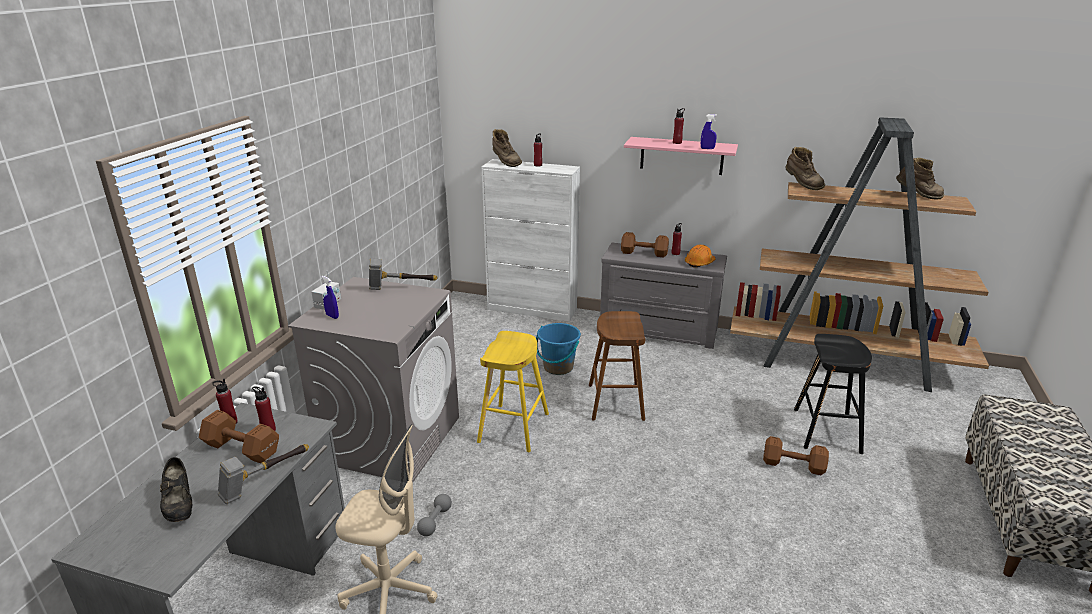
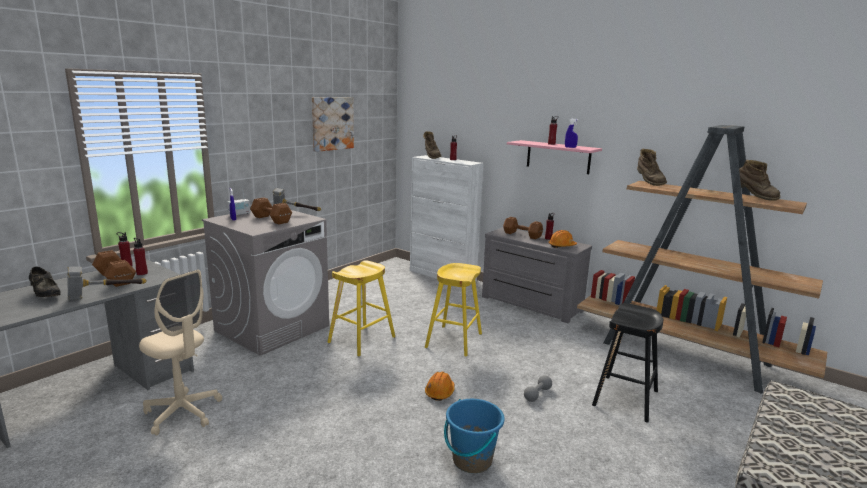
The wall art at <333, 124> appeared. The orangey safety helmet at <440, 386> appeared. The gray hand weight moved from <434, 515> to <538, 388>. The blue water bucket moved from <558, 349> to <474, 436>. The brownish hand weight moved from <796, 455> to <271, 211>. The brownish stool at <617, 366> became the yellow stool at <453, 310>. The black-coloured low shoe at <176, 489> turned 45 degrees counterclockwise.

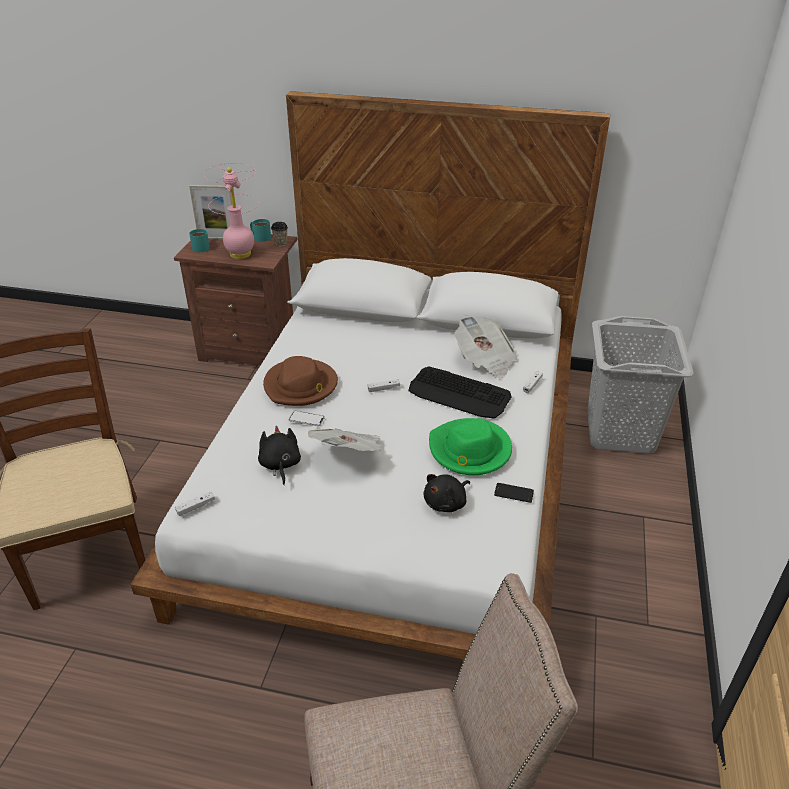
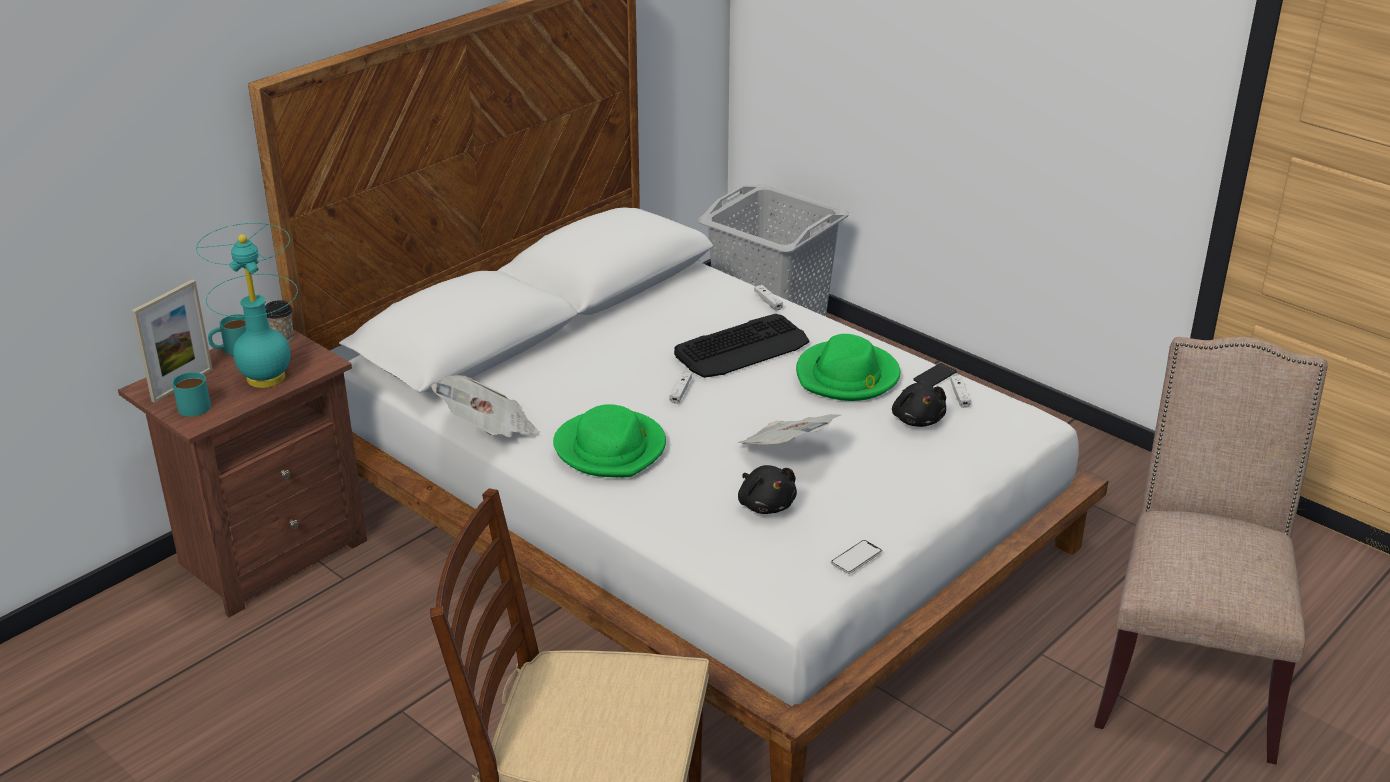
The white-coloured gamepad moved from <195, 503> to <960, 392>. The handset moved from <307, 418> to <856, 557>. The printed paper moved from <485, 346> to <485, 406>. The pink lamp for a table at <231, 211> became the turquoise-coloured lamp for a table at <247, 305>. The brownish wearable hat at <300, 381> became the greenish wearable hat at <609, 440>. The black-coloured plush toy at <279, 455> turned 135 degrees counterclockwise.

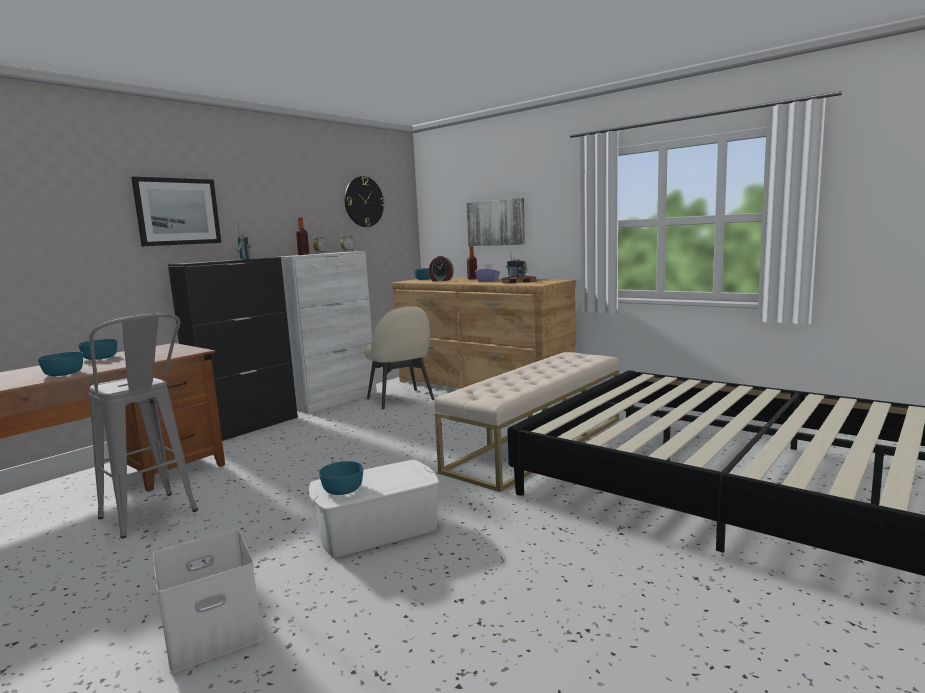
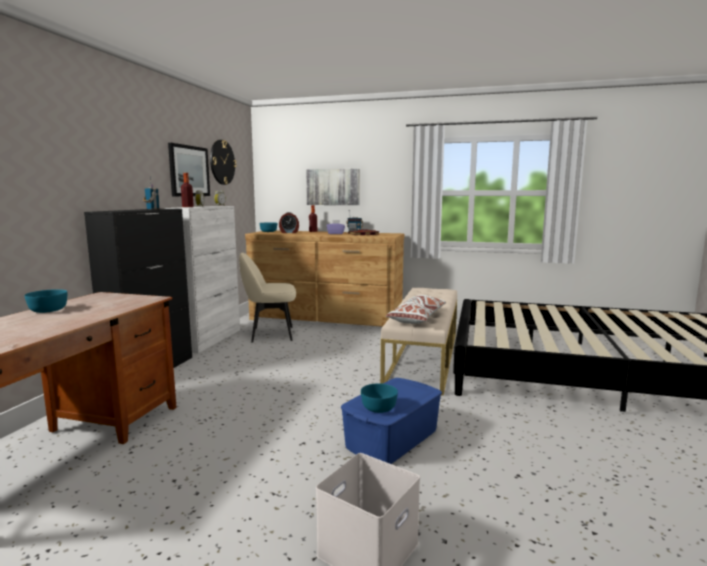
The turquoise-coloured bowl at <60, 364> disappeared. The gray stool at <143, 425> disappeared. The white-coloured pillow at <416, 309> appeared. The wall art moved from <176, 211> to <189, 169>. The white-coloured storage bin at <374, 509> became the blue storage bin at <391, 421>. The beige-coloured chair at <399, 357> turned 135 degrees clockwise.

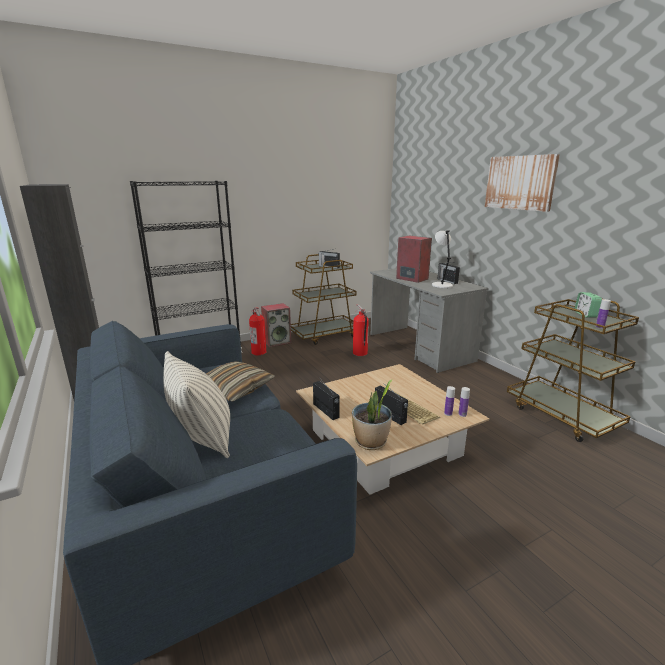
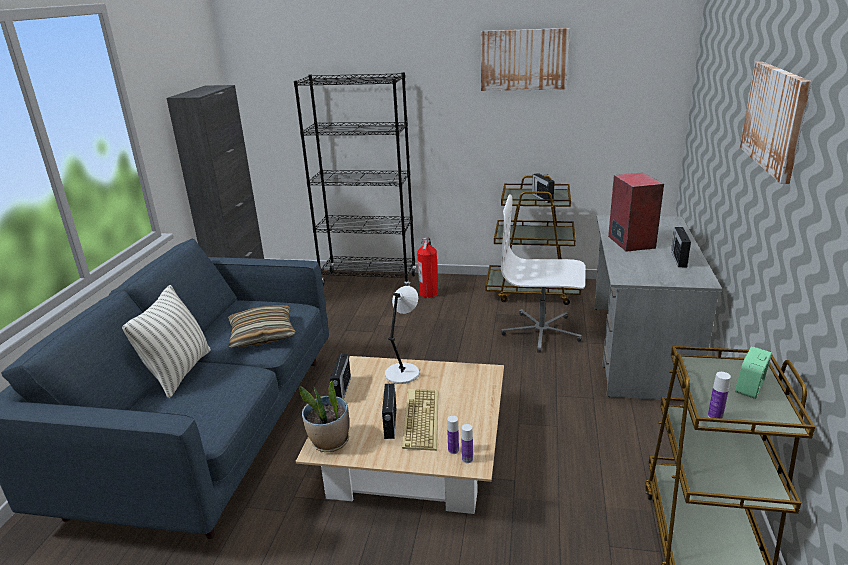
The speaker at <276, 325> disappeared. The wall art at <525, 59> appeared. The white-coloured lamp for a table moved from <442, 259> to <402, 335>. The fire extinguisher at <361, 330> was replaced by the white-coloured desk chair at <543, 273>.

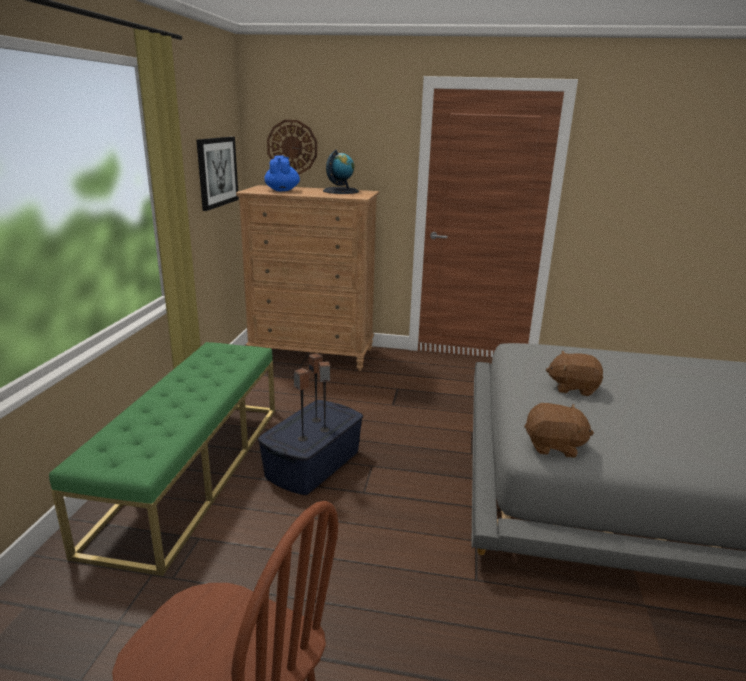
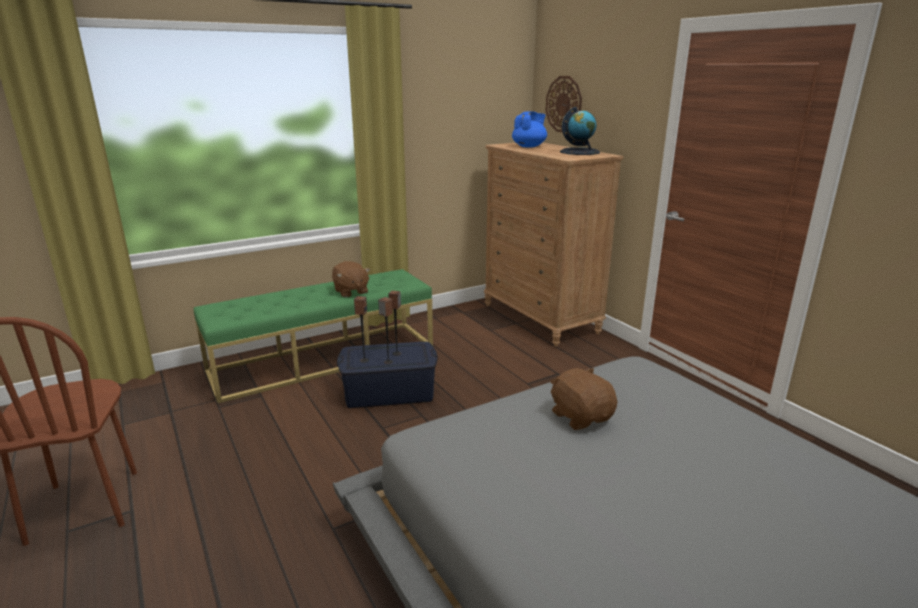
The wall art at <218, 174> disappeared. The brownish plush toy moved from <559, 430> to <351, 279>.

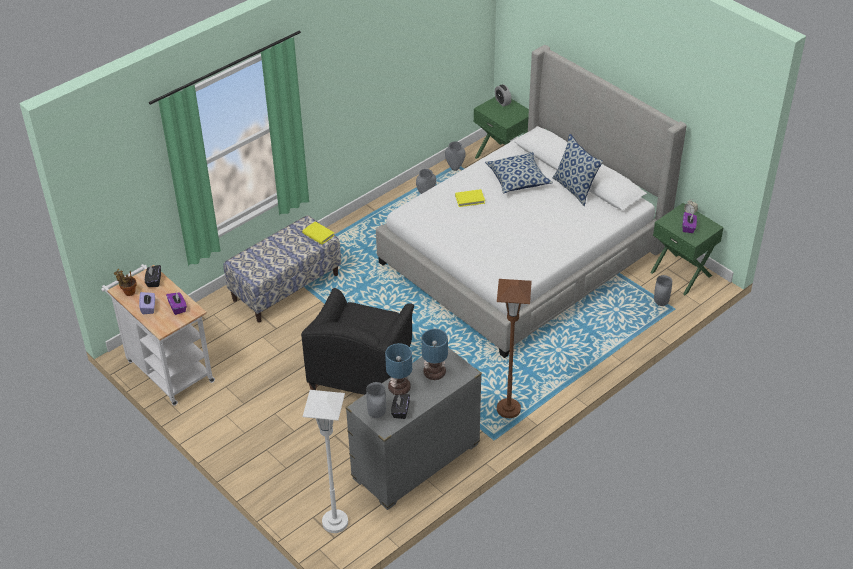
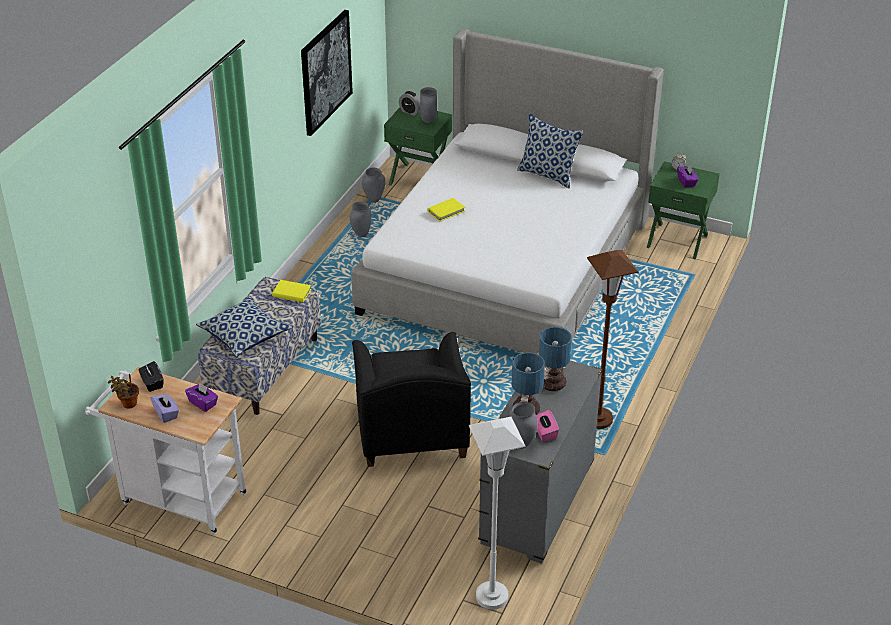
The wall art at <327, 73> appeared. The pillow moved from <519, 172> to <244, 326>. The gray decorative vase moved from <663, 290> to <428, 105>. The black-coloured tissue holder at <400, 406> became the pink tissue holder at <547, 426>.

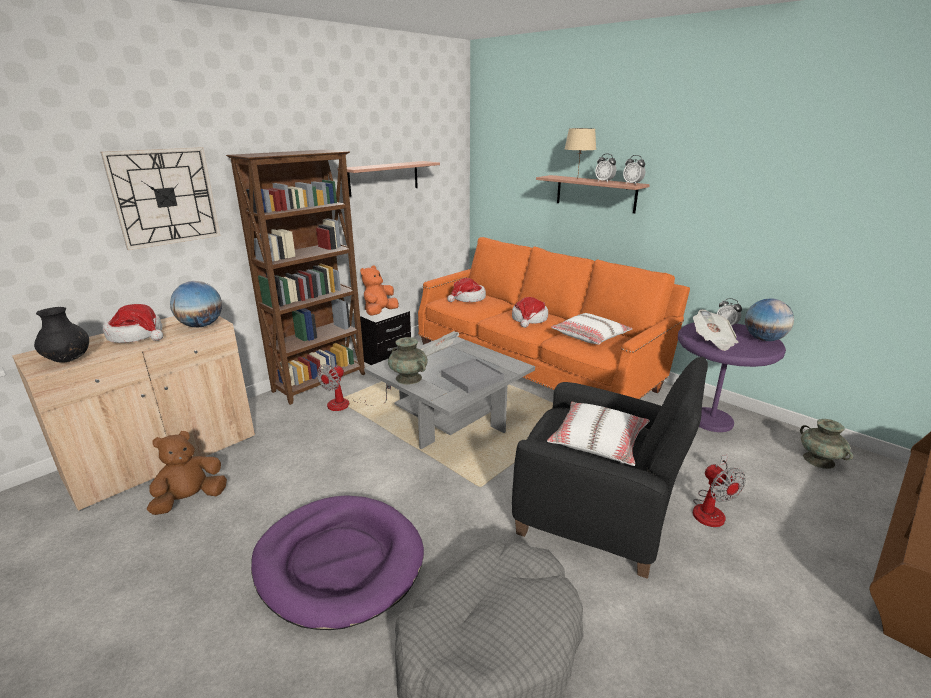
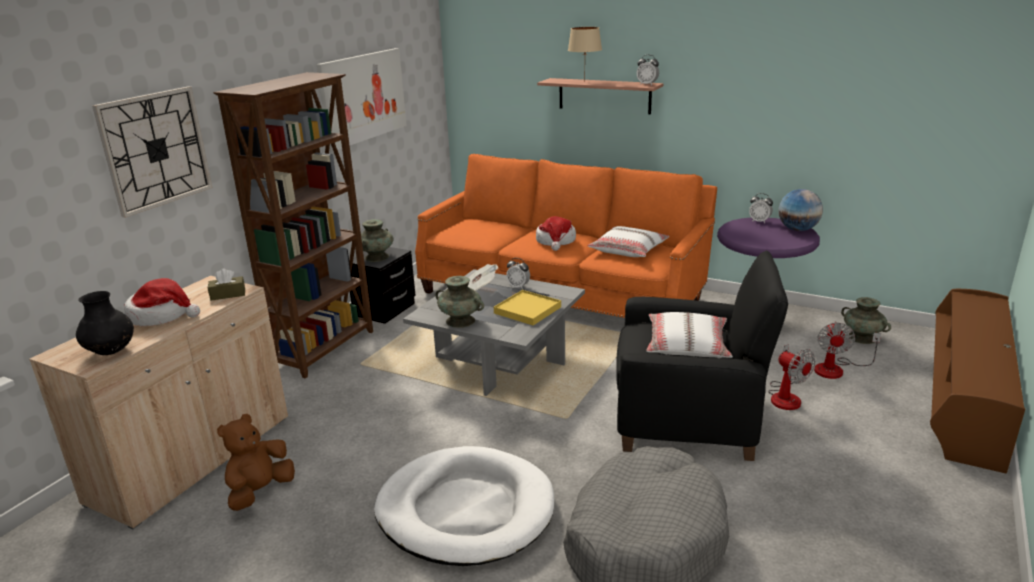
The wearable hat at <466, 290> disappeared. The printed paper at <716, 330> disappeared. The electric fan moved from <354, 387> to <847, 350>. The alarm clock moved from <605, 168> to <518, 273>. The globe at <196, 304> was replaced by the brownish tissue holder at <226, 284>. The shelf at <388, 179> was replaced by the wall art at <362, 100>. The orangey plush toy at <379, 291> was replaced by the turquoise-coloured decorative vase at <377, 240>. The purplish dog cushion at <337, 562> became the white-coloured dog cushion at <464, 506>. The gray serving tray at <472, 376> became the yellow serving tray at <527, 307>.

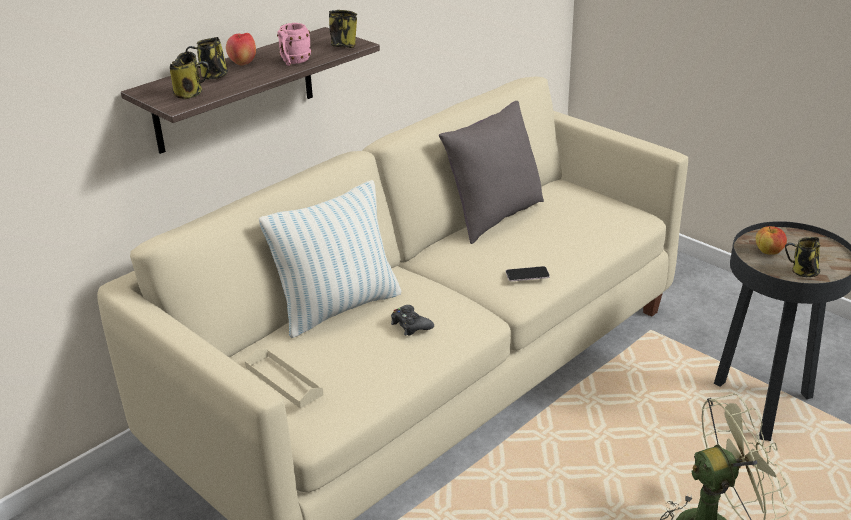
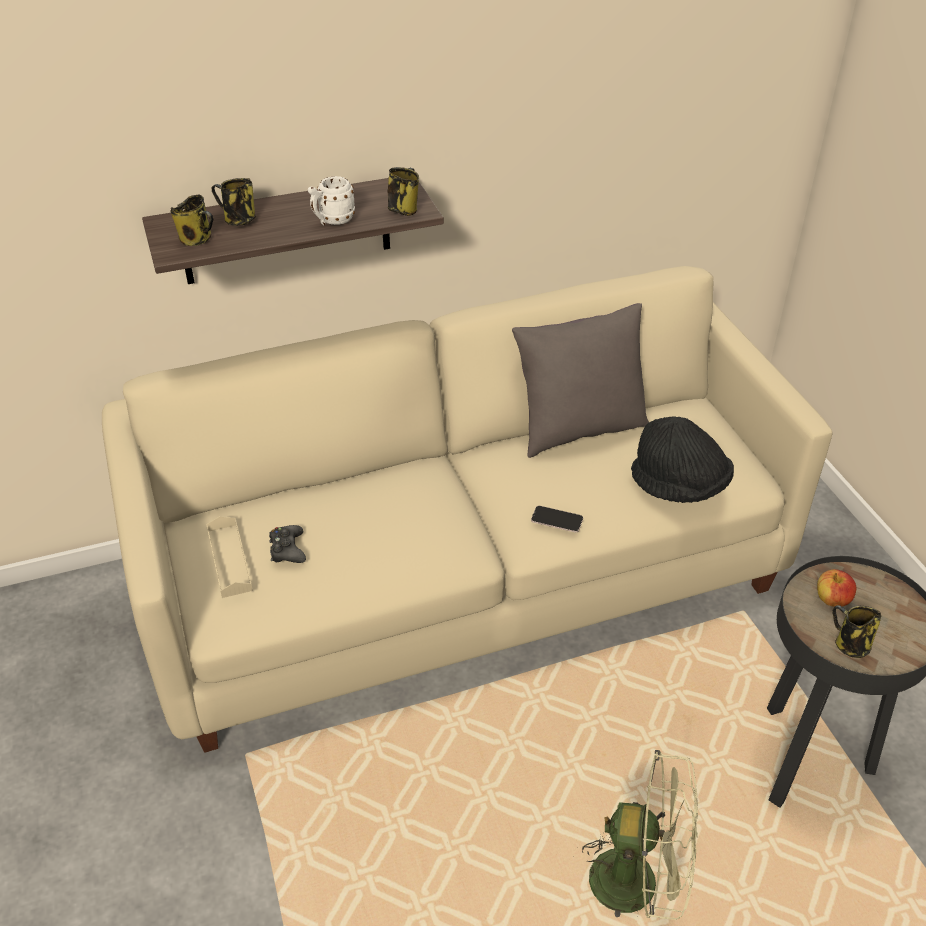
The apple fruit at <241, 49> disappeared. The pillow at <330, 259> disappeared. The black-coloured wearable hat at <682, 460> appeared. The black-coloured gamepad moved from <412, 320> to <287, 544>. The pink tea mug at <294, 44> became the white-coloured tea mug at <331, 200>.

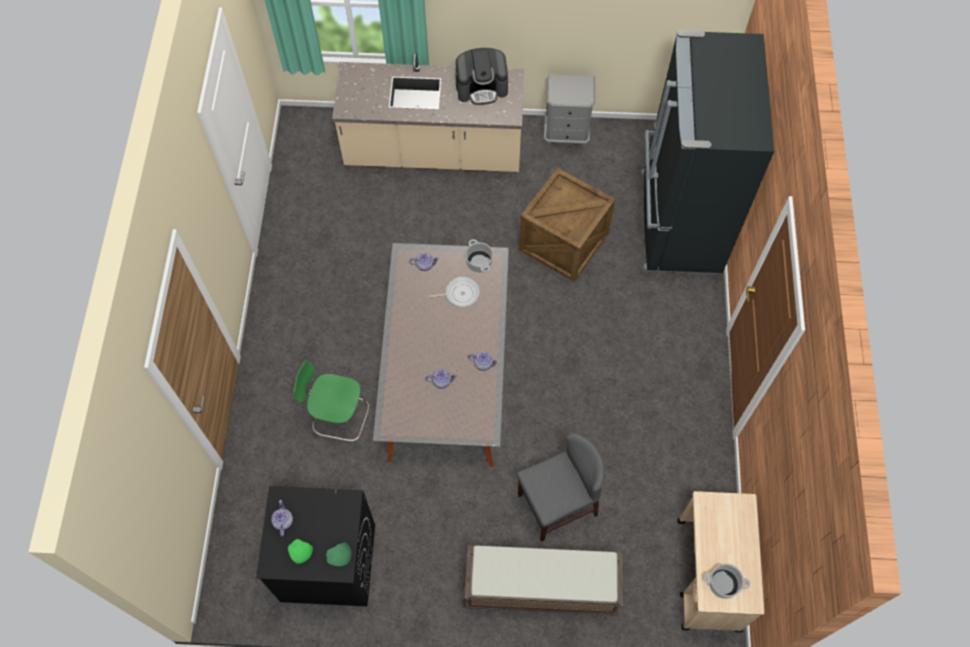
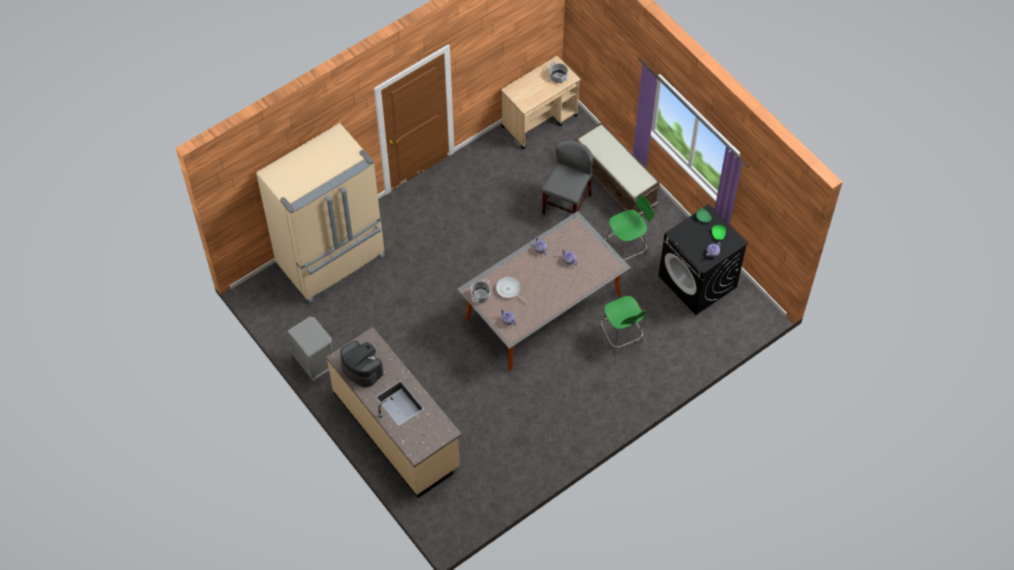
The packing crate at <567, 225> disappeared. The greenish stool at <629, 227> appeared. The black-coloured kitchen fridge at <707, 152> became the beige-coloured kitchen fridge at <320, 213>. The gray chair at <561, 487> turned 90 degrees clockwise.

